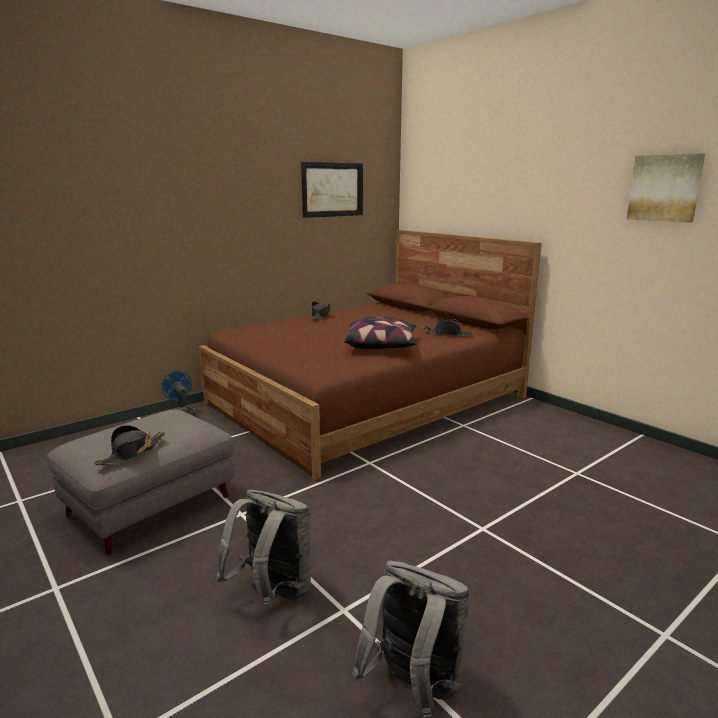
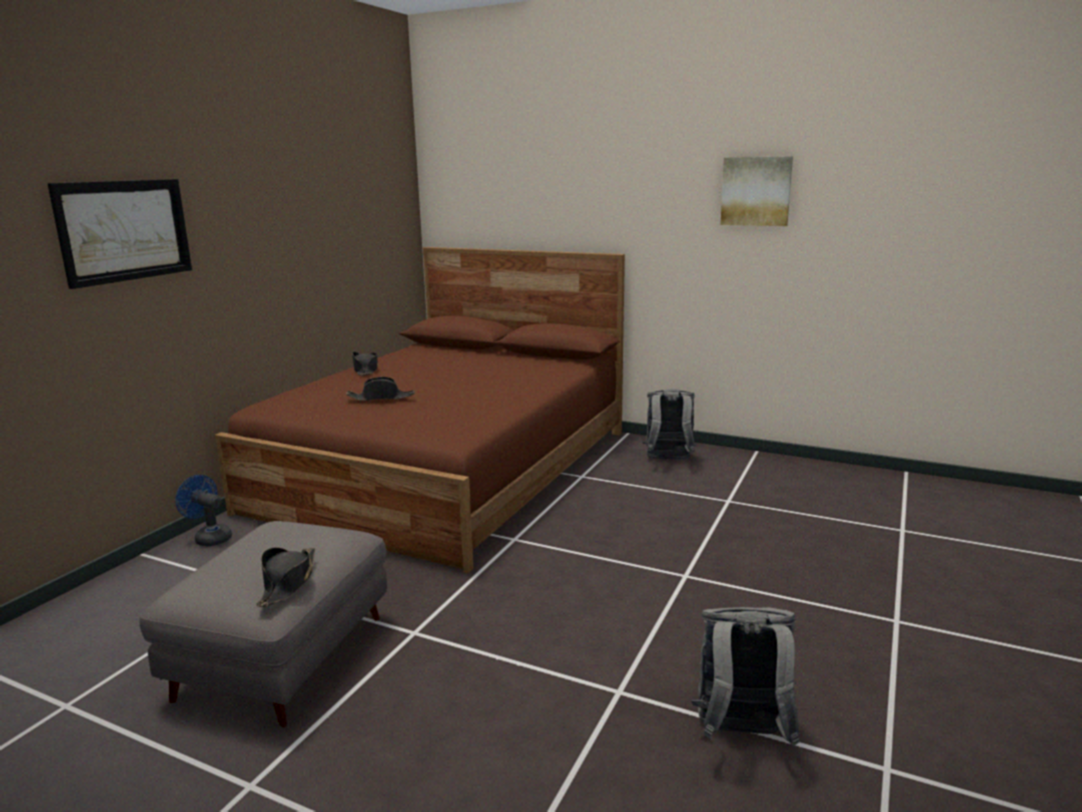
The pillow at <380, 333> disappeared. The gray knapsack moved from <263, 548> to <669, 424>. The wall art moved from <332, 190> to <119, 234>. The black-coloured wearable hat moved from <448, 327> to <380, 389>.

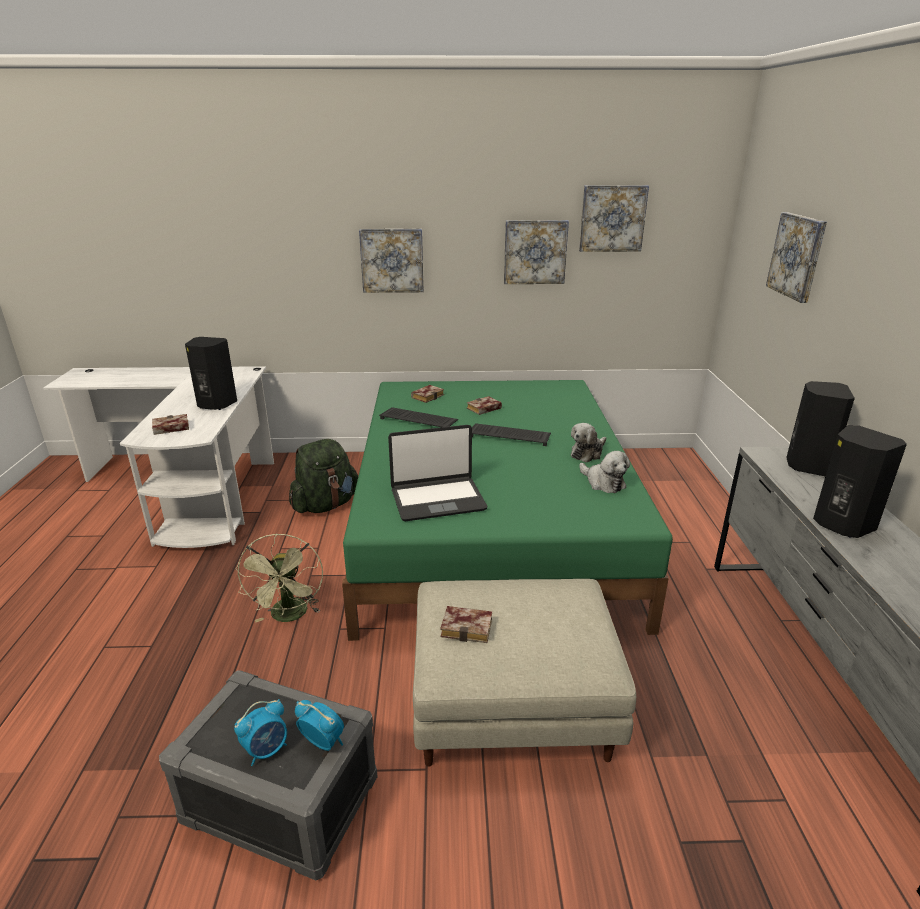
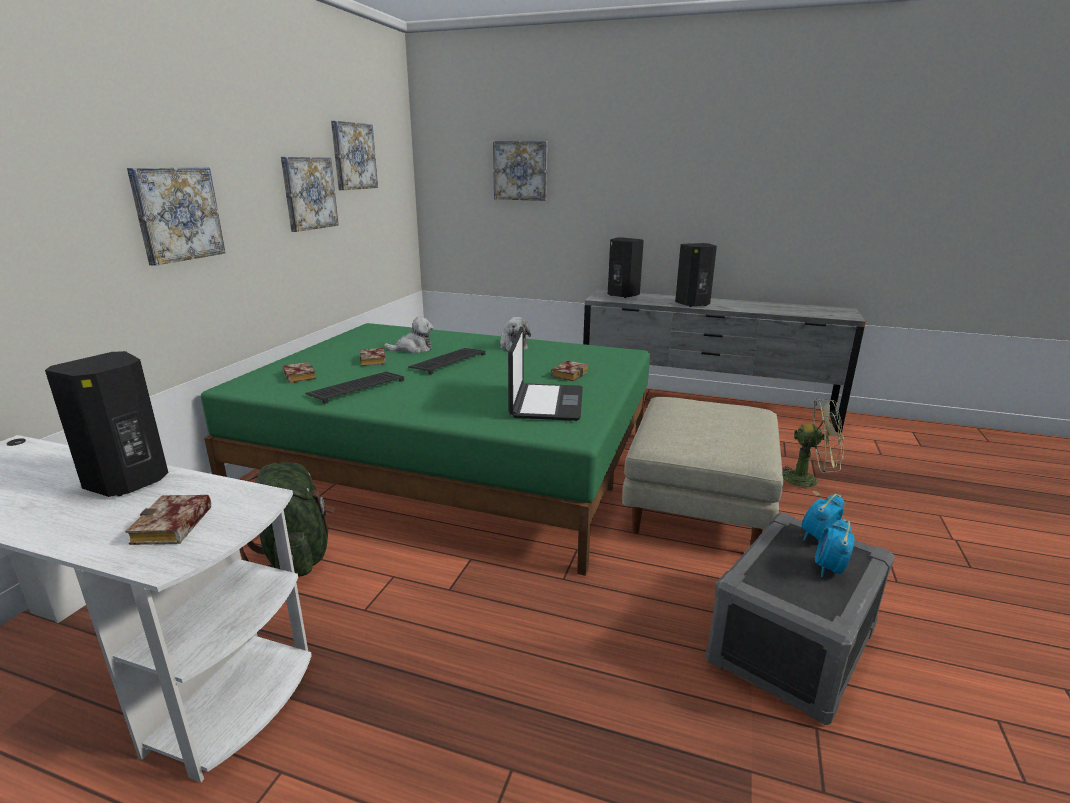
The greenish electric fan moved from <279, 578> to <813, 446>. The bound book moved from <466, 624> to <570, 370>. The plush toy moved from <604, 472> to <409, 334>. The alarm clock at <260, 732> turned 135 degrees counterclockwise.

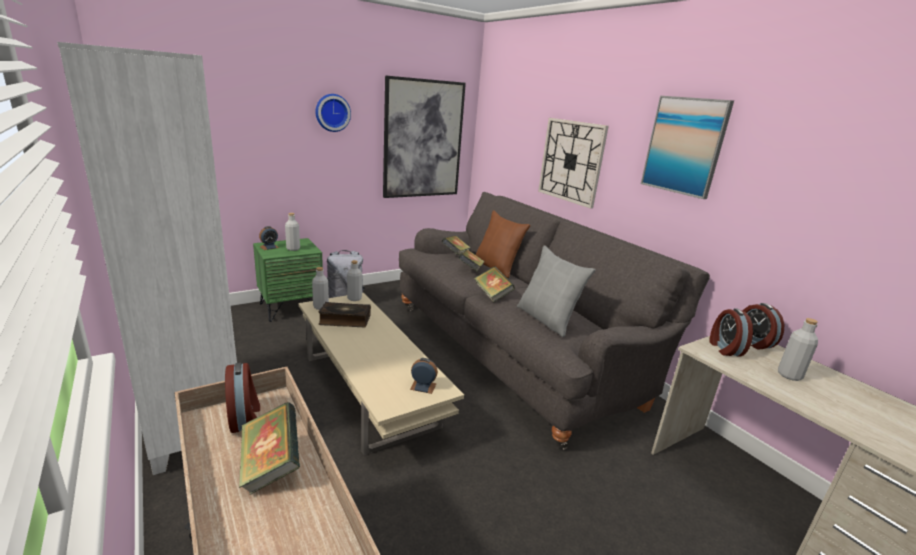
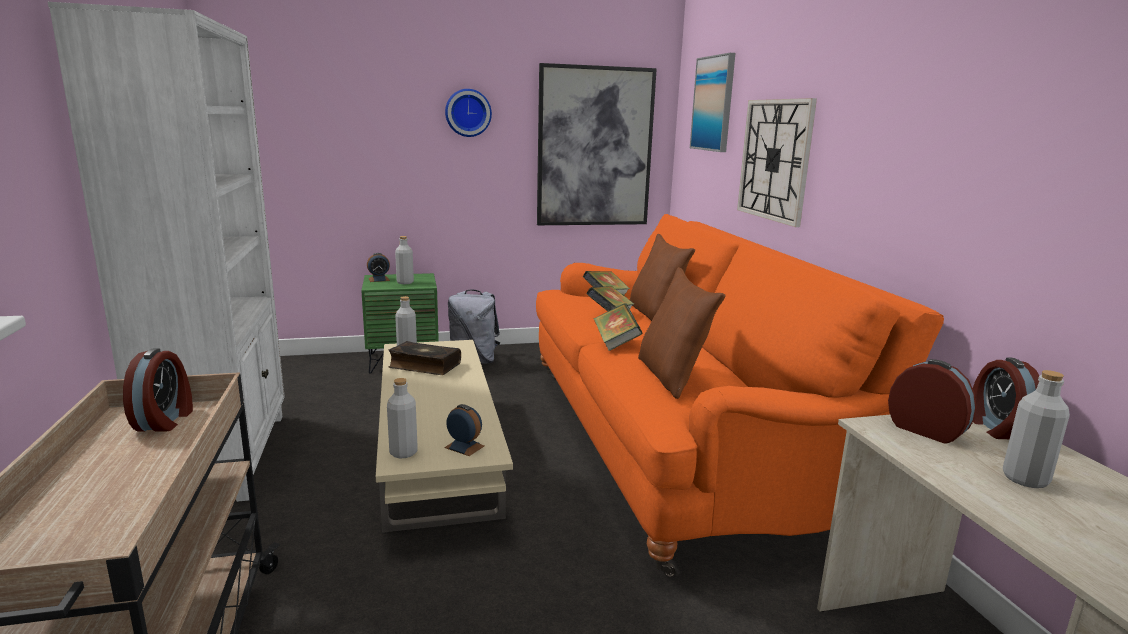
The bound book at <269, 448> disappeared. The gray bottle moved from <354, 280> to <402, 418>. The wall art moved from <687, 147> to <712, 102>. The gray sofa at <554, 321> became the orangey sofa at <740, 395>. The gray pillow at <556, 291> became the brownish pillow at <681, 333>. The alarm clock at <731, 332> turned 120 degrees clockwise.

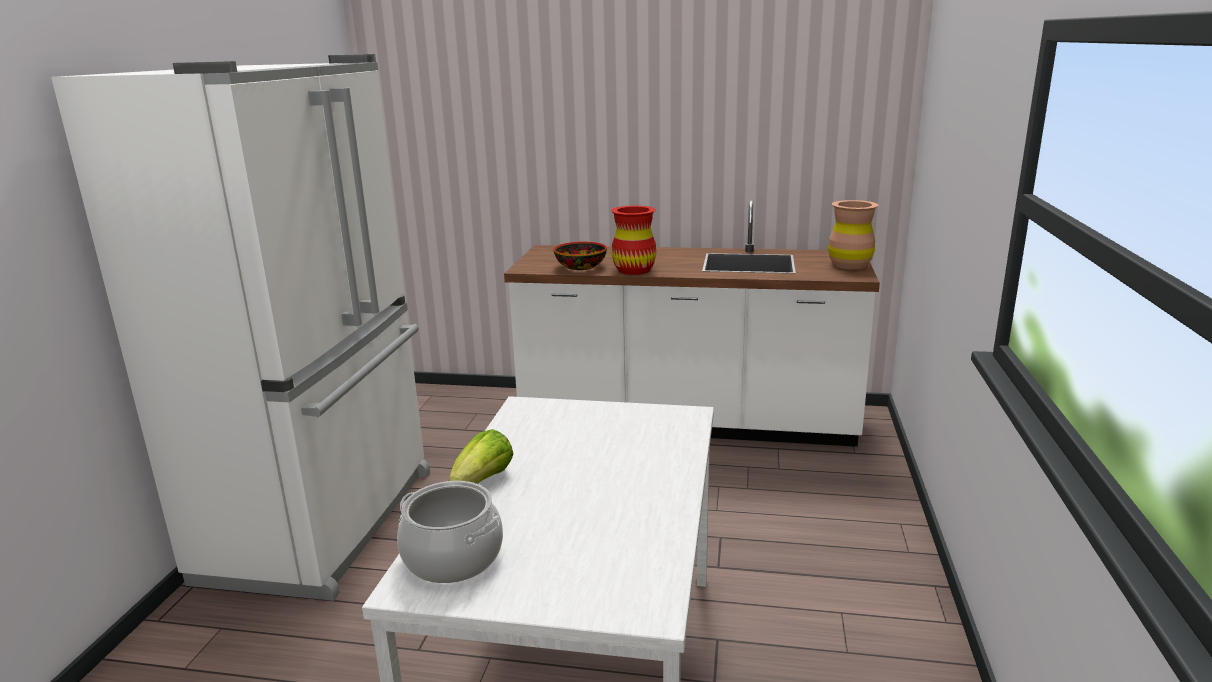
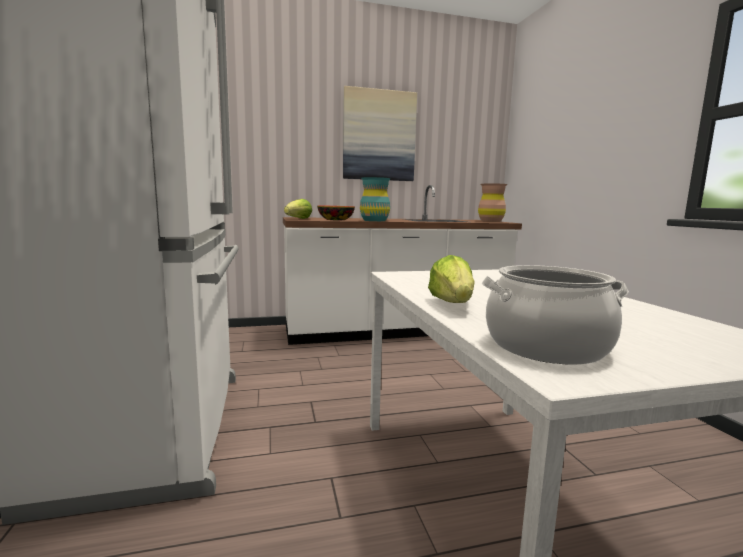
The head of lettuce at <298, 209> appeared. The wall art at <380, 133> appeared. The red decorative vase at <633, 240> became the turquoise-coloured decorative vase at <375, 199>.

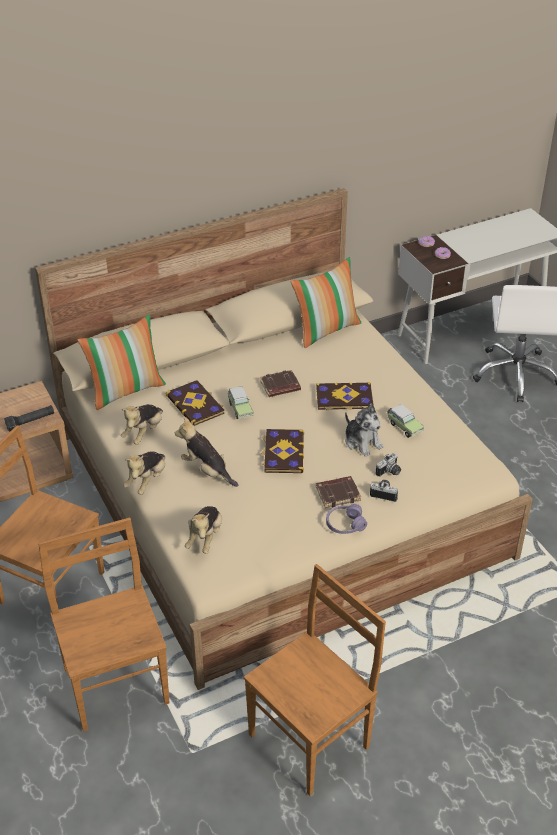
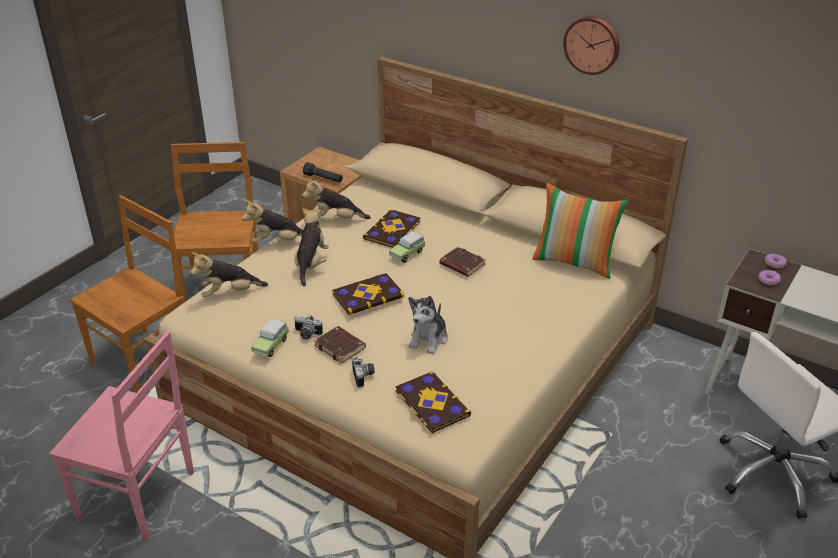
The pillow at <121, 362> disappeared. The purplish pair of headphones at <346, 519> disappeared. The wall clock at <591, 45> appeared. The bound book moved from <345, 396> to <433, 402>. The still camera moved from <388, 465> to <308, 327>. The miniature car moved from <405, 421> to <270, 338>. The brownish chair at <315, 680> became the pink chair at <121, 436>.

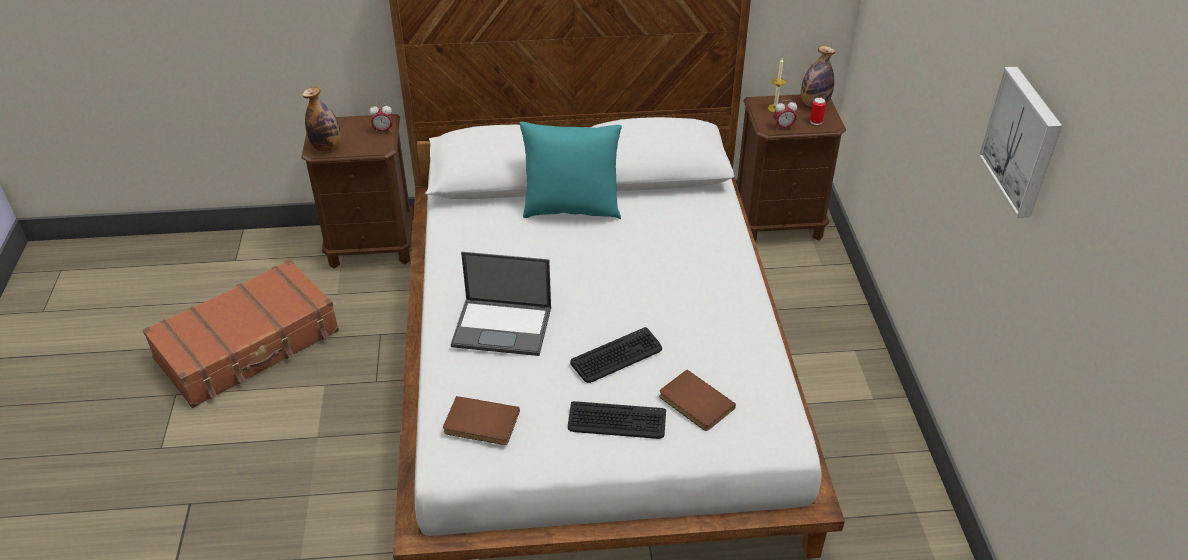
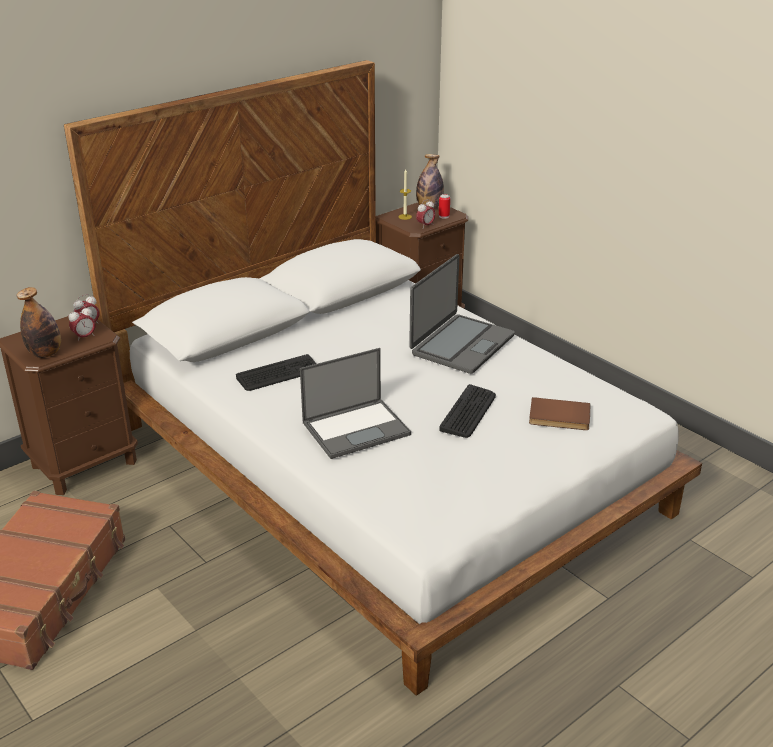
The brownish bound book at <481, 420> disappeared. The turquoise-coloured pillow at <571, 170> disappeared. The wall art at <1020, 142> disappeared. The alarm clock at <82, 324> appeared. The notebook computer at <462, 314> appeared. The PC keyboard moved from <617, 420> to <276, 372>.

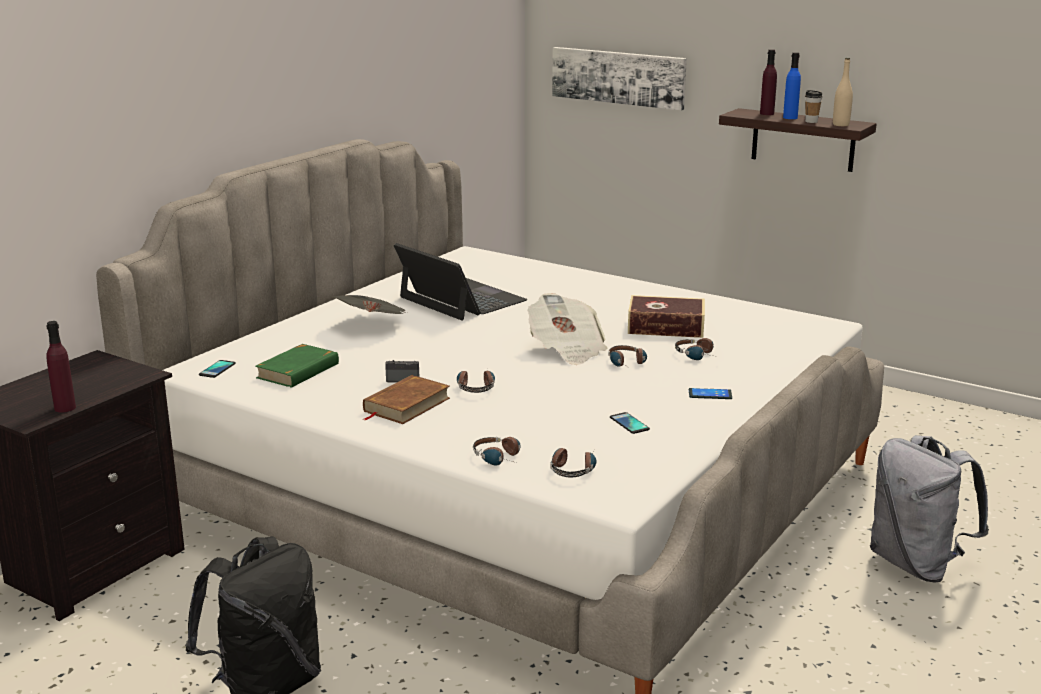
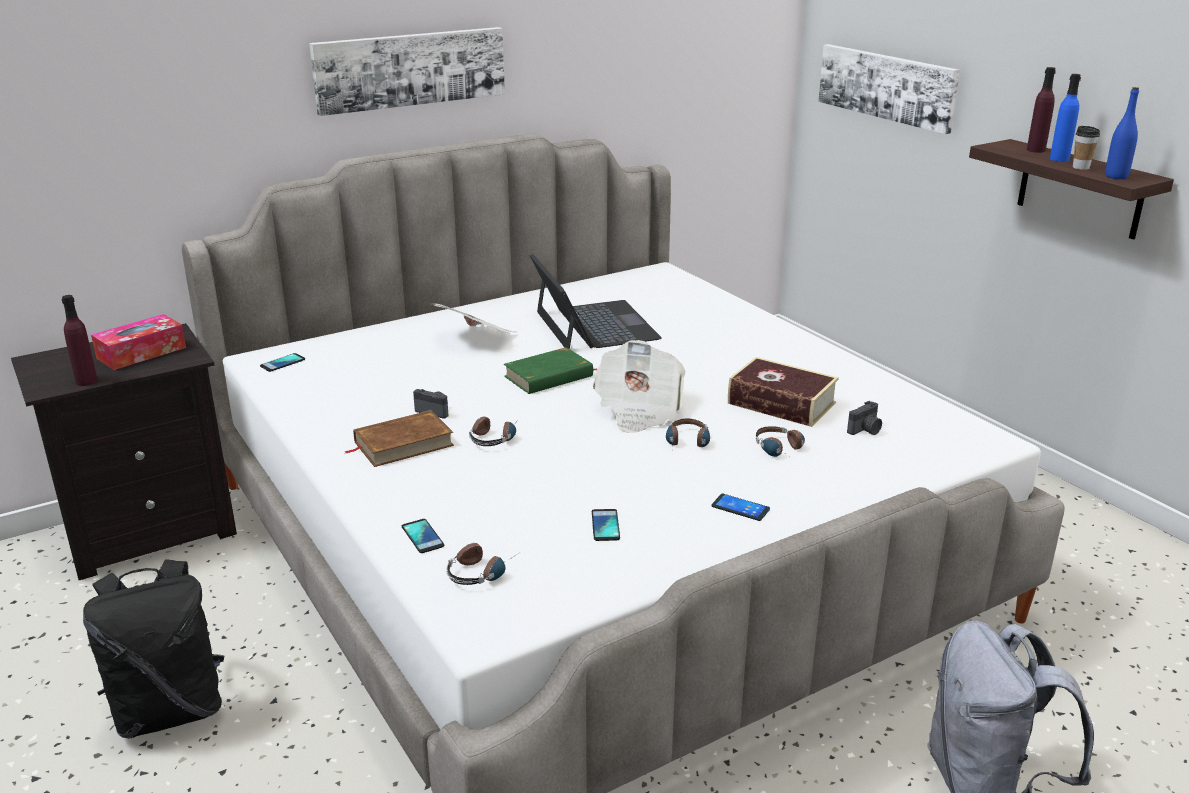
The tissue holder at <138, 342> appeared. The wall art at <407, 71> appeared. The still camera at <864, 418> appeared. The greenish bound book moved from <297, 366> to <551, 370>. The pair of headphones at <496, 451> was replaced by the handset at <423, 536>. The beige-coloured bottle at <843, 92> became the blue bottle at <1122, 133>.

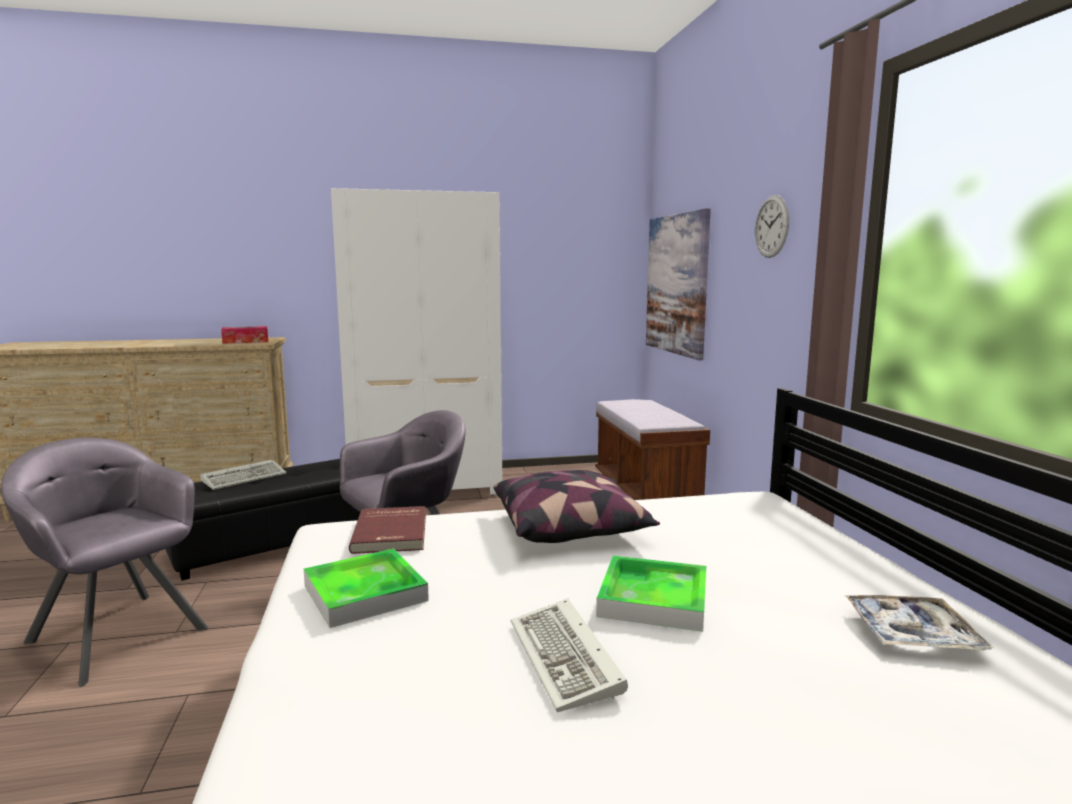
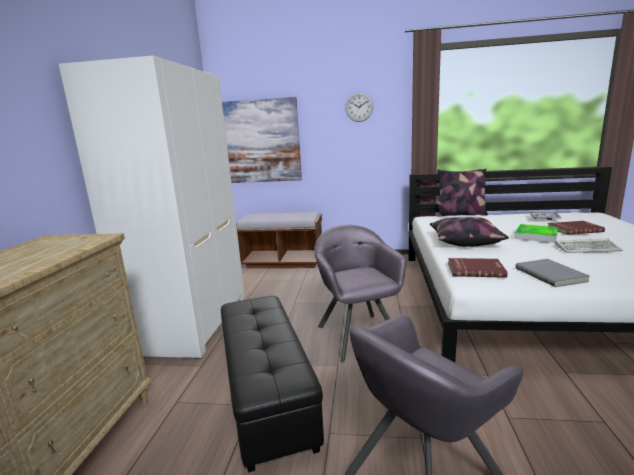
The PC keyboard at <243, 474> disappeared. The tissue holder at <244, 335> disappeared. The pillow at <462, 193> appeared. The red bound book at <576, 228> appeared. The serving tray at <366, 588> was replaced by the gray bound book at <552, 273>.

